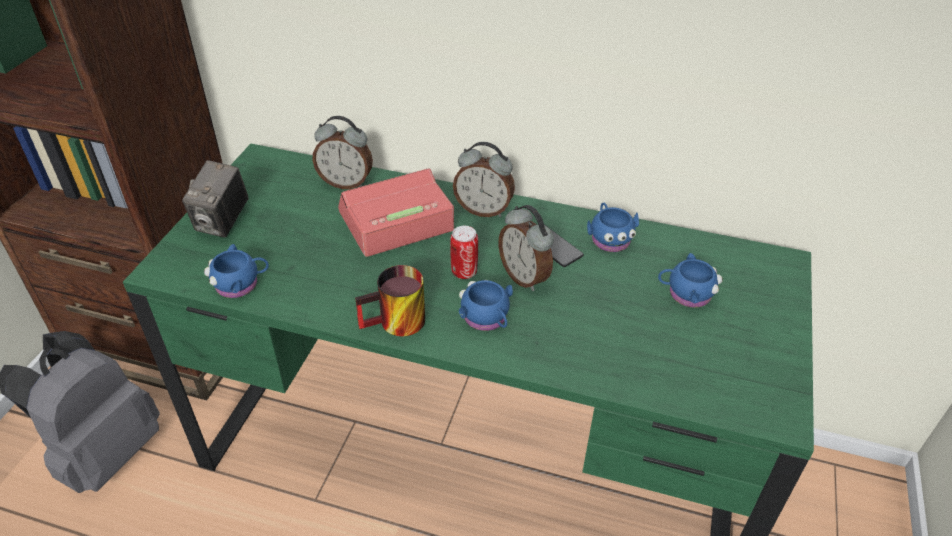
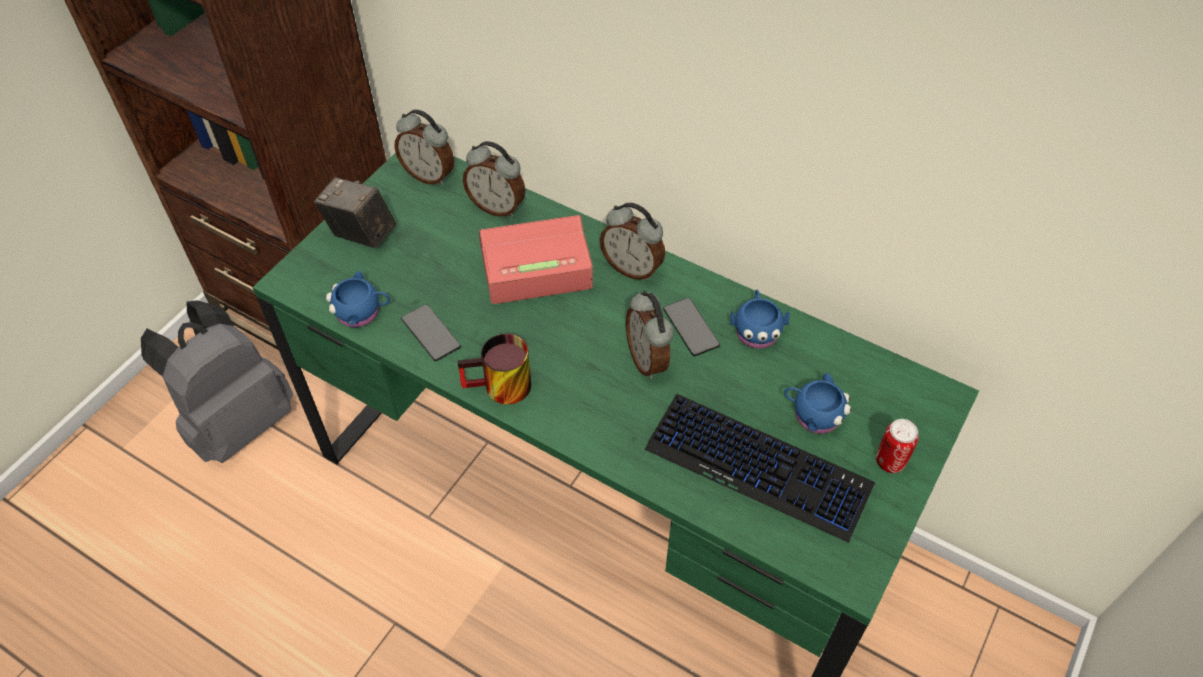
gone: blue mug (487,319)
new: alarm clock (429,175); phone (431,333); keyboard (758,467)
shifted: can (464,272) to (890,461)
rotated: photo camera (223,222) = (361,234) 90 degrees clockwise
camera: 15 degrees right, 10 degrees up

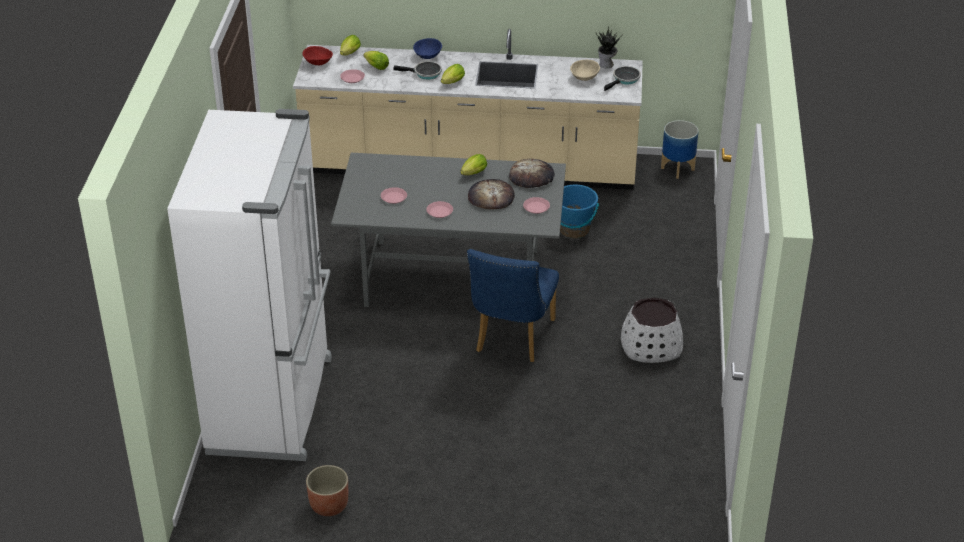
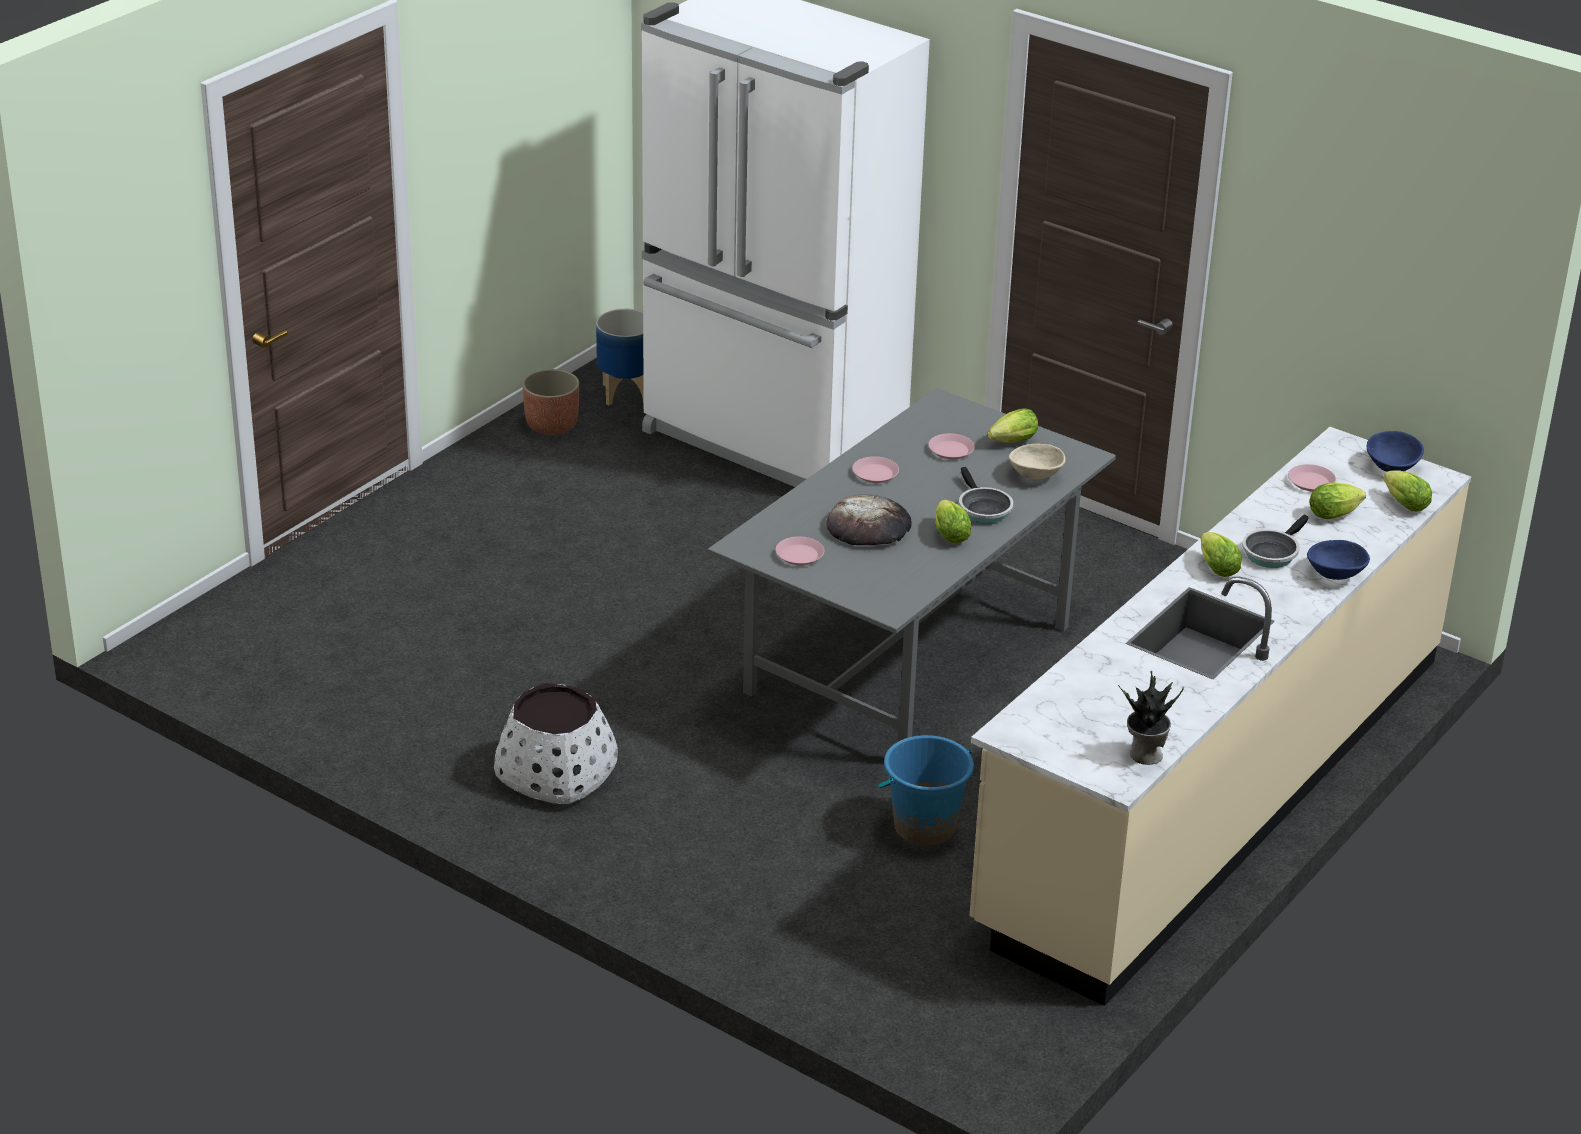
gone: blue chair (511,339); bread (532,176)
new: lettuce (1010,442)
shifted: planter (677,168) to (627,393); frying pan (625,79) to (982,509); beige bowl (584,78) to (1035,475)
repainted: red bowl (318,63) to blue bowl (1391,467)
camera: 120 degrees right, 5 degrees down

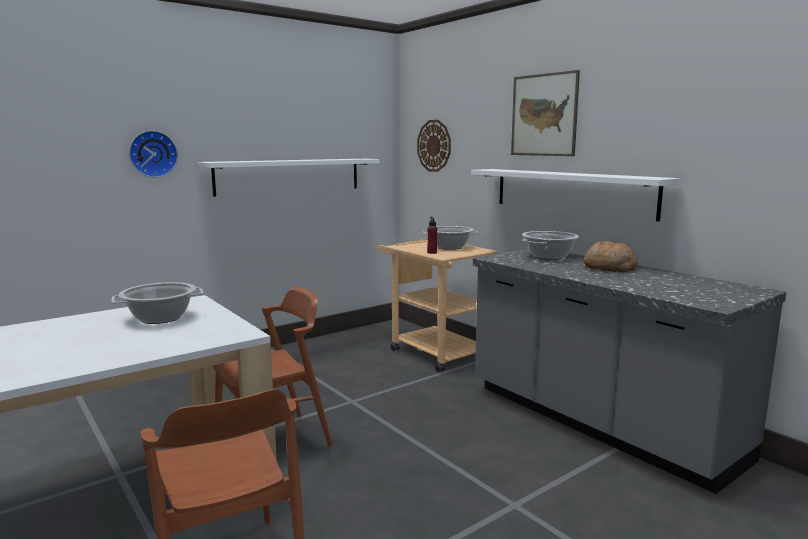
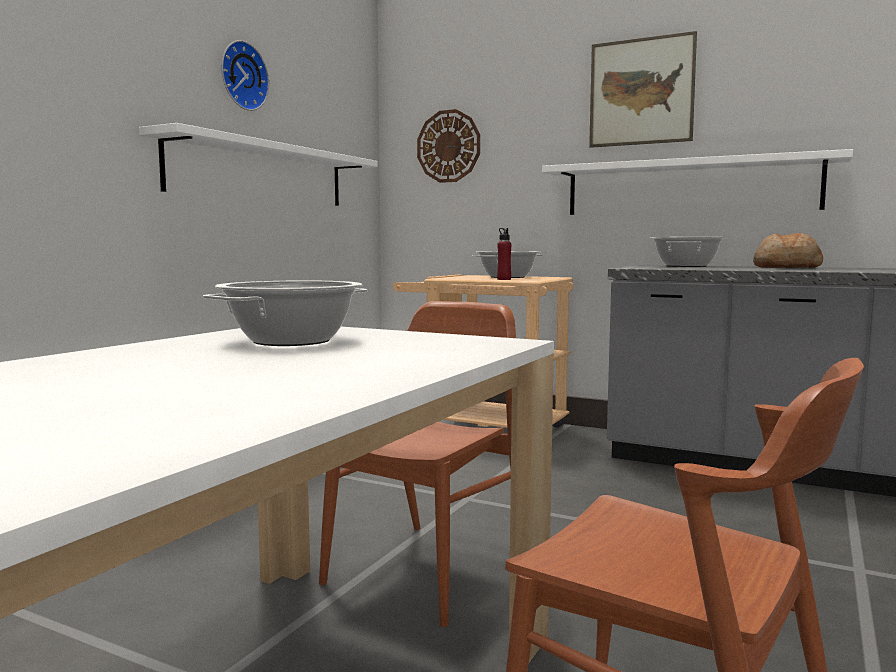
shifted: wall clock (152,154) to (241,76)
camera: 25 degrees left, 5 degrees down

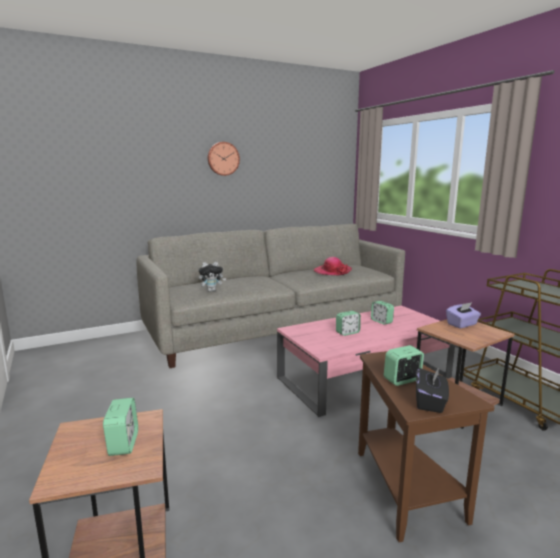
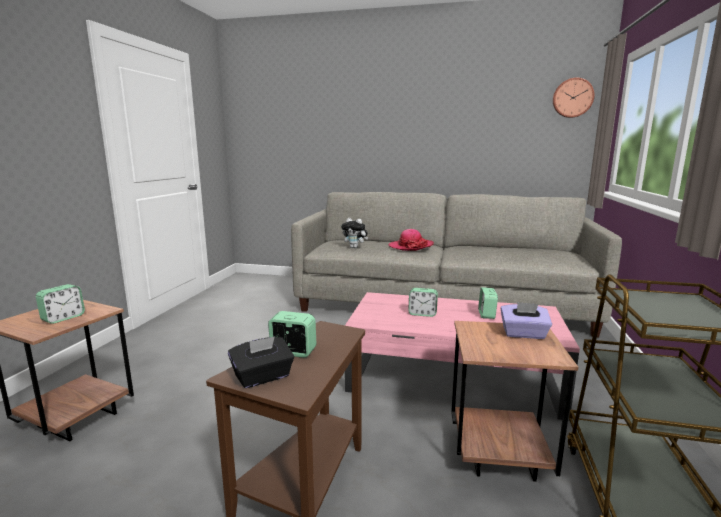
shifted: hat (332,271) to (410,246); wall clock (223,158) to (572,98)
camera: 40 degrees right, 0 degrees up

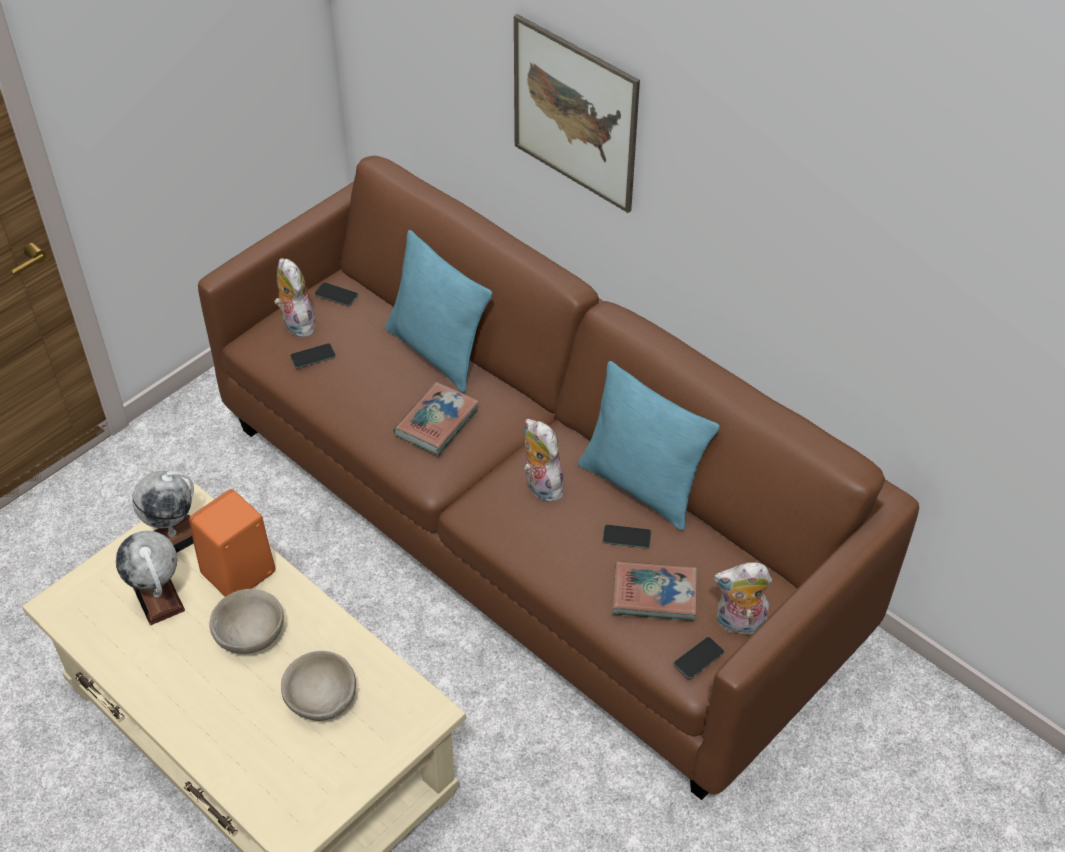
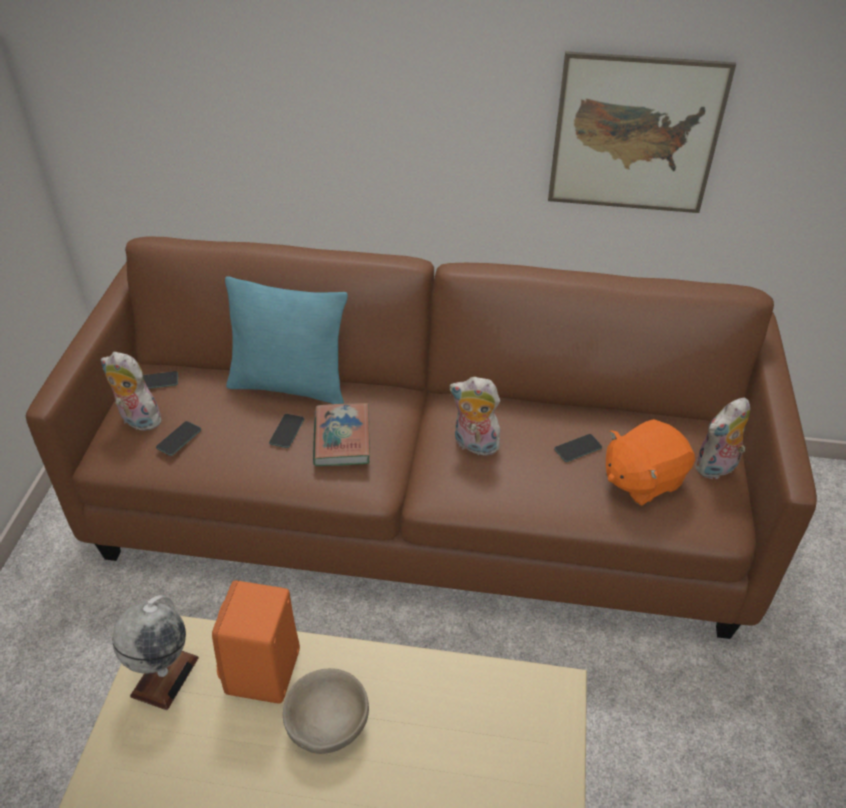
gone: globe (159,598); beige bowl (320,699); turquoise pillow (640,486)
shifted: phone (698,658) to (287,431); picture (575,113) to (635,135)
swapped: book (654,594) to orange plush toy (642,479)
camera: 35 degrees left, 5 degrees down

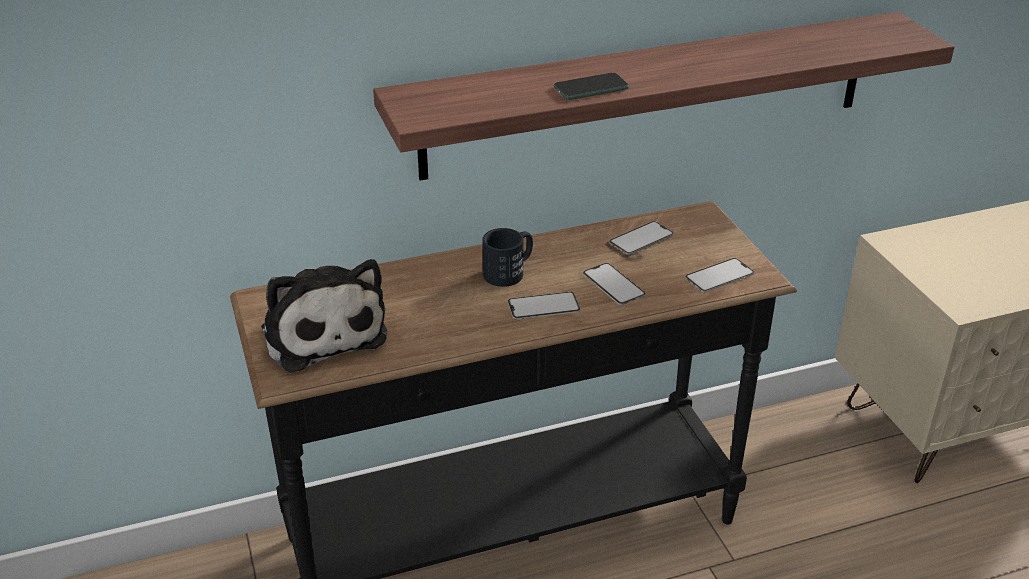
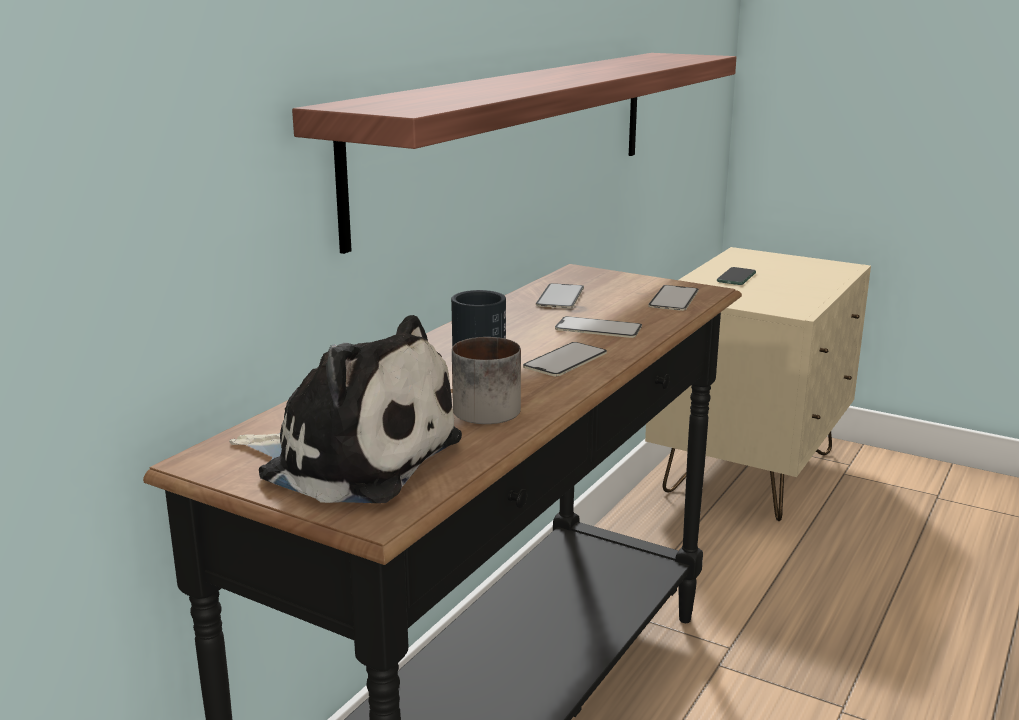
new: mug (486,407)
shifted: phone (591,88) to (736,277)
camera: 40 degrees left, 15 degrees down

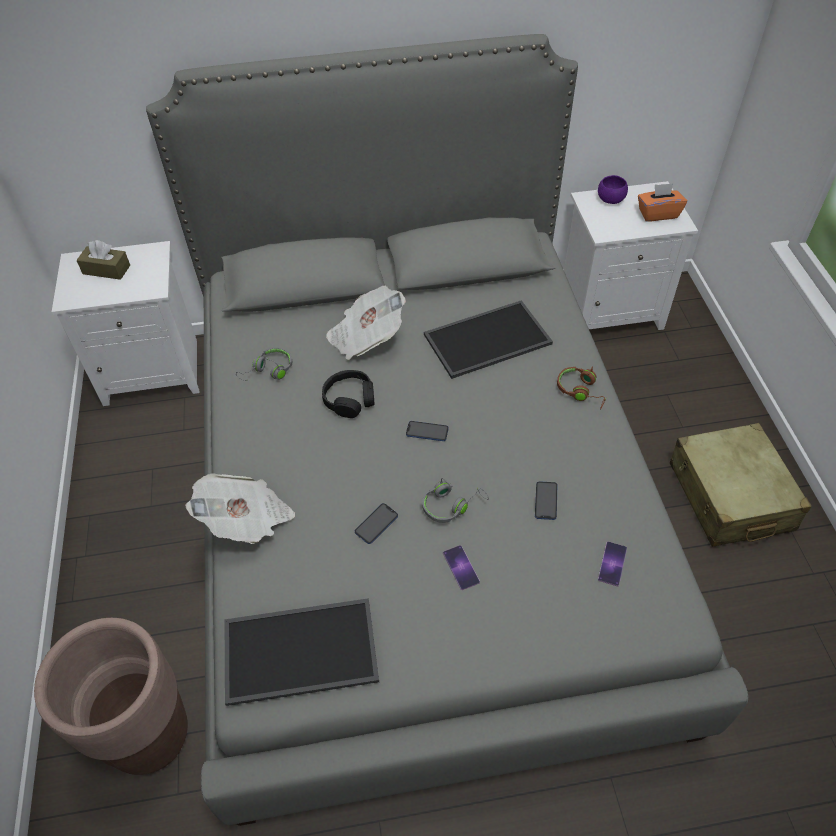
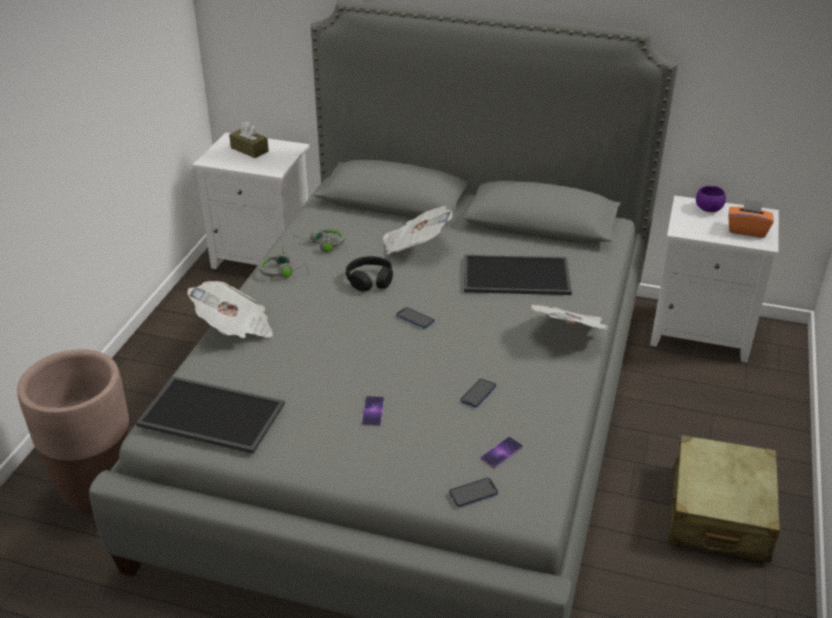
shifted: grey headphones (451,505) to (283,272); phone (376,524) to (473,493)
swapped: brown headphones (581,391) to newspaper (571,333)
camera: 25 degrees right, 15 degrees down

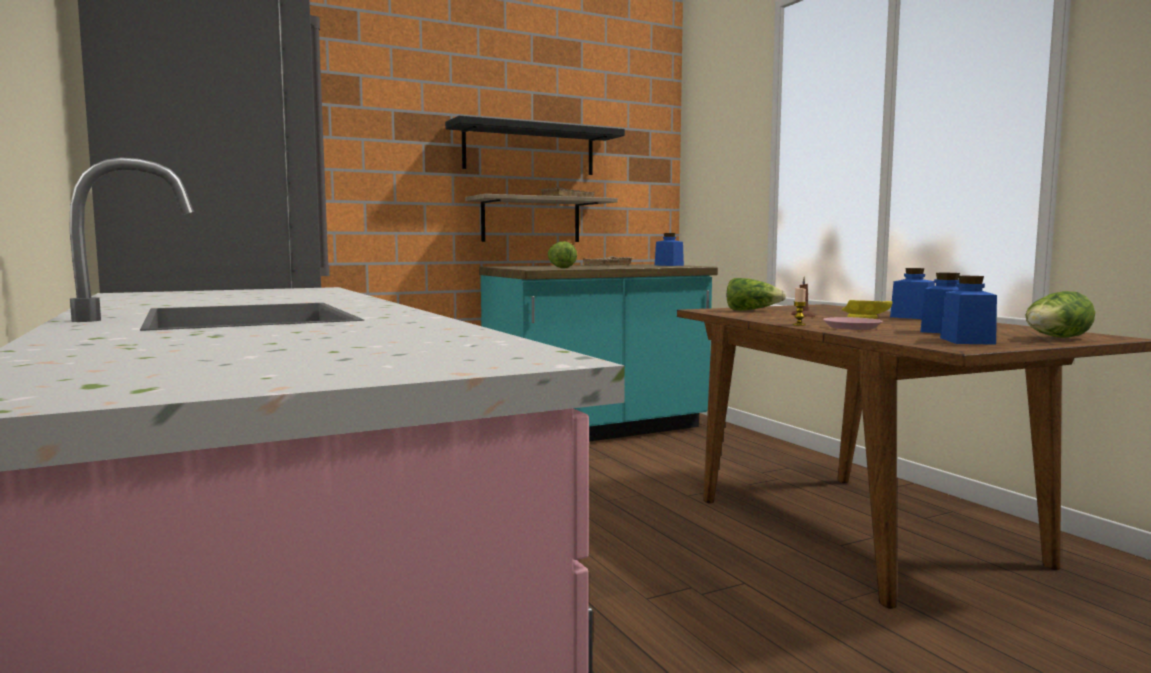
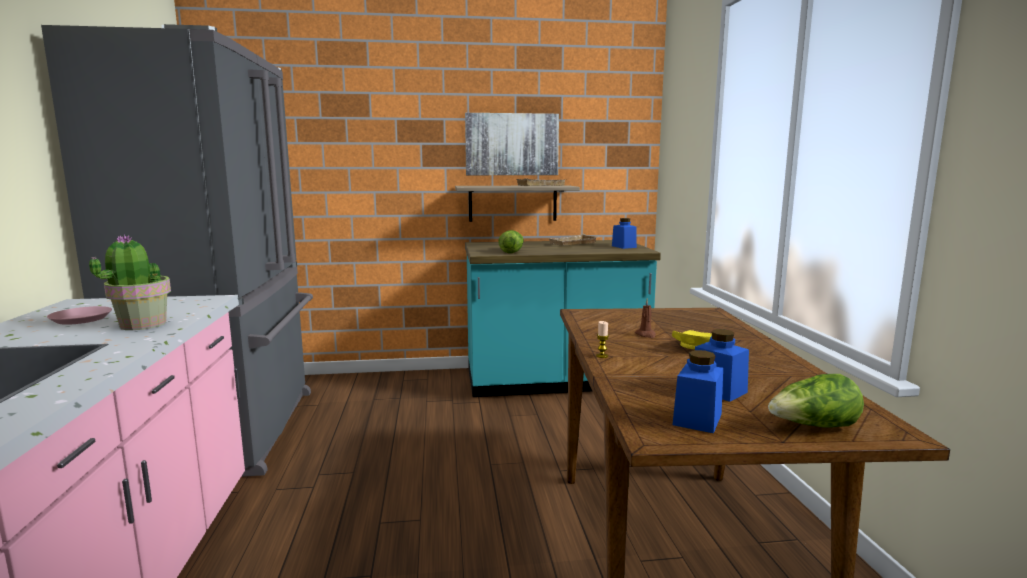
gone: lettuce (752,310); blue jar (912,317)
new: potted plant (142,325)
shifted: pink plate (852,327) to (81,319)
swapped: black shelf (529,150) to picture (511,144)
camera: 20 degrees right, 5 degrees up

